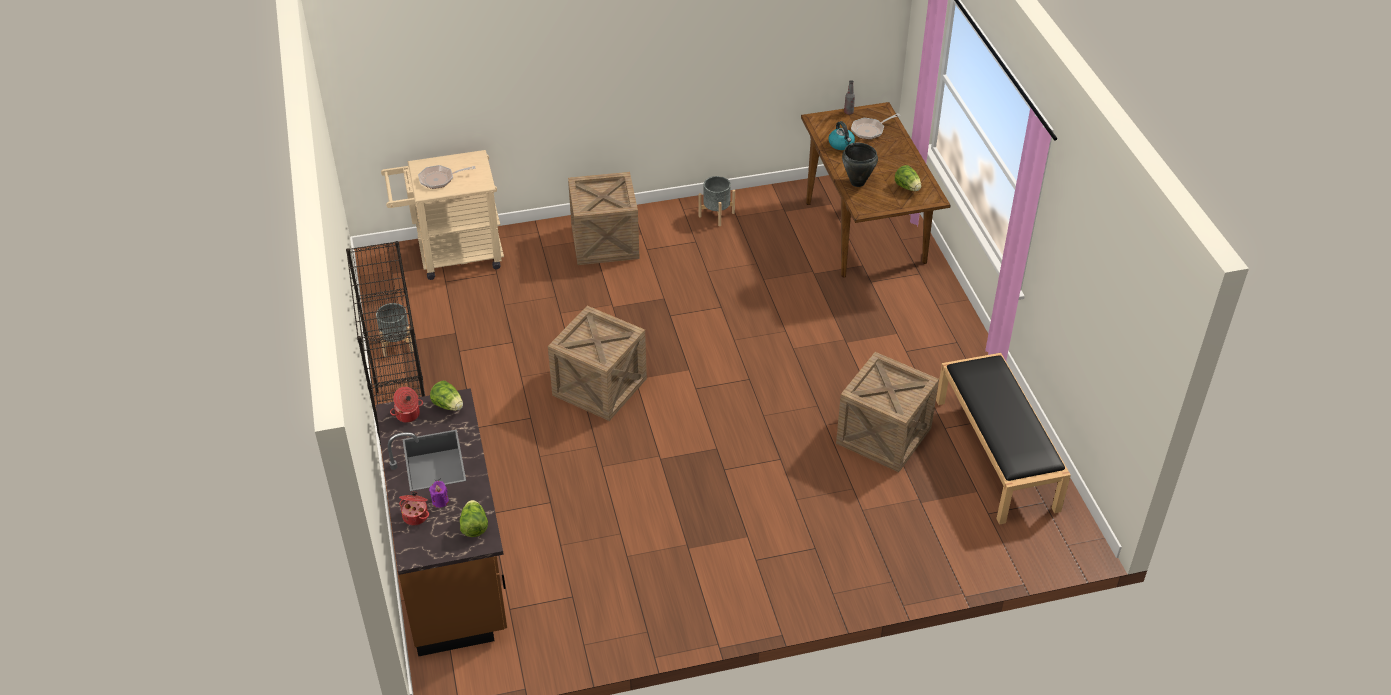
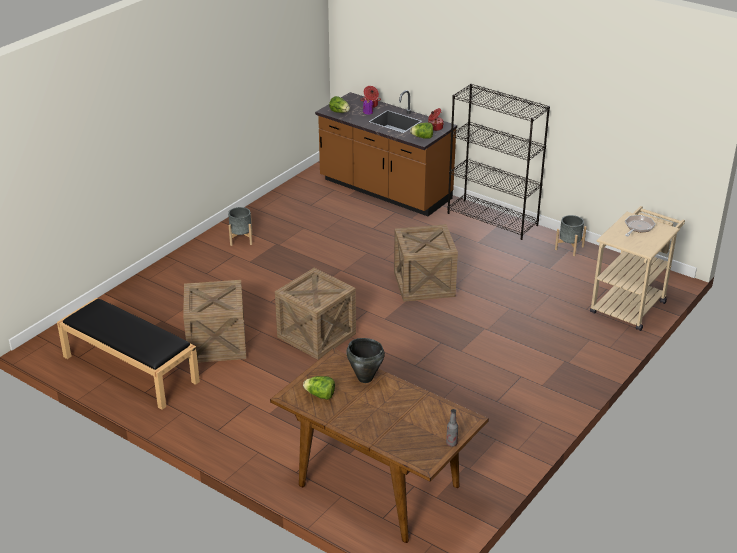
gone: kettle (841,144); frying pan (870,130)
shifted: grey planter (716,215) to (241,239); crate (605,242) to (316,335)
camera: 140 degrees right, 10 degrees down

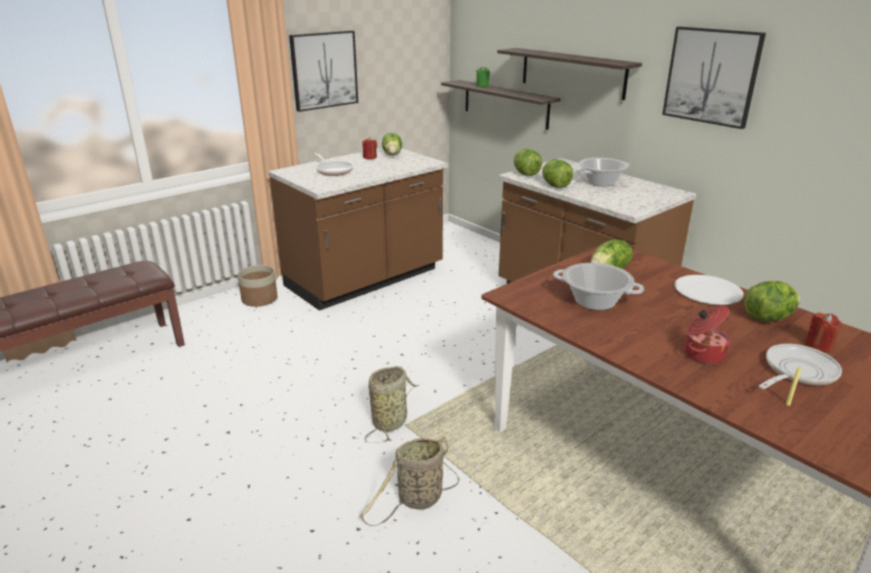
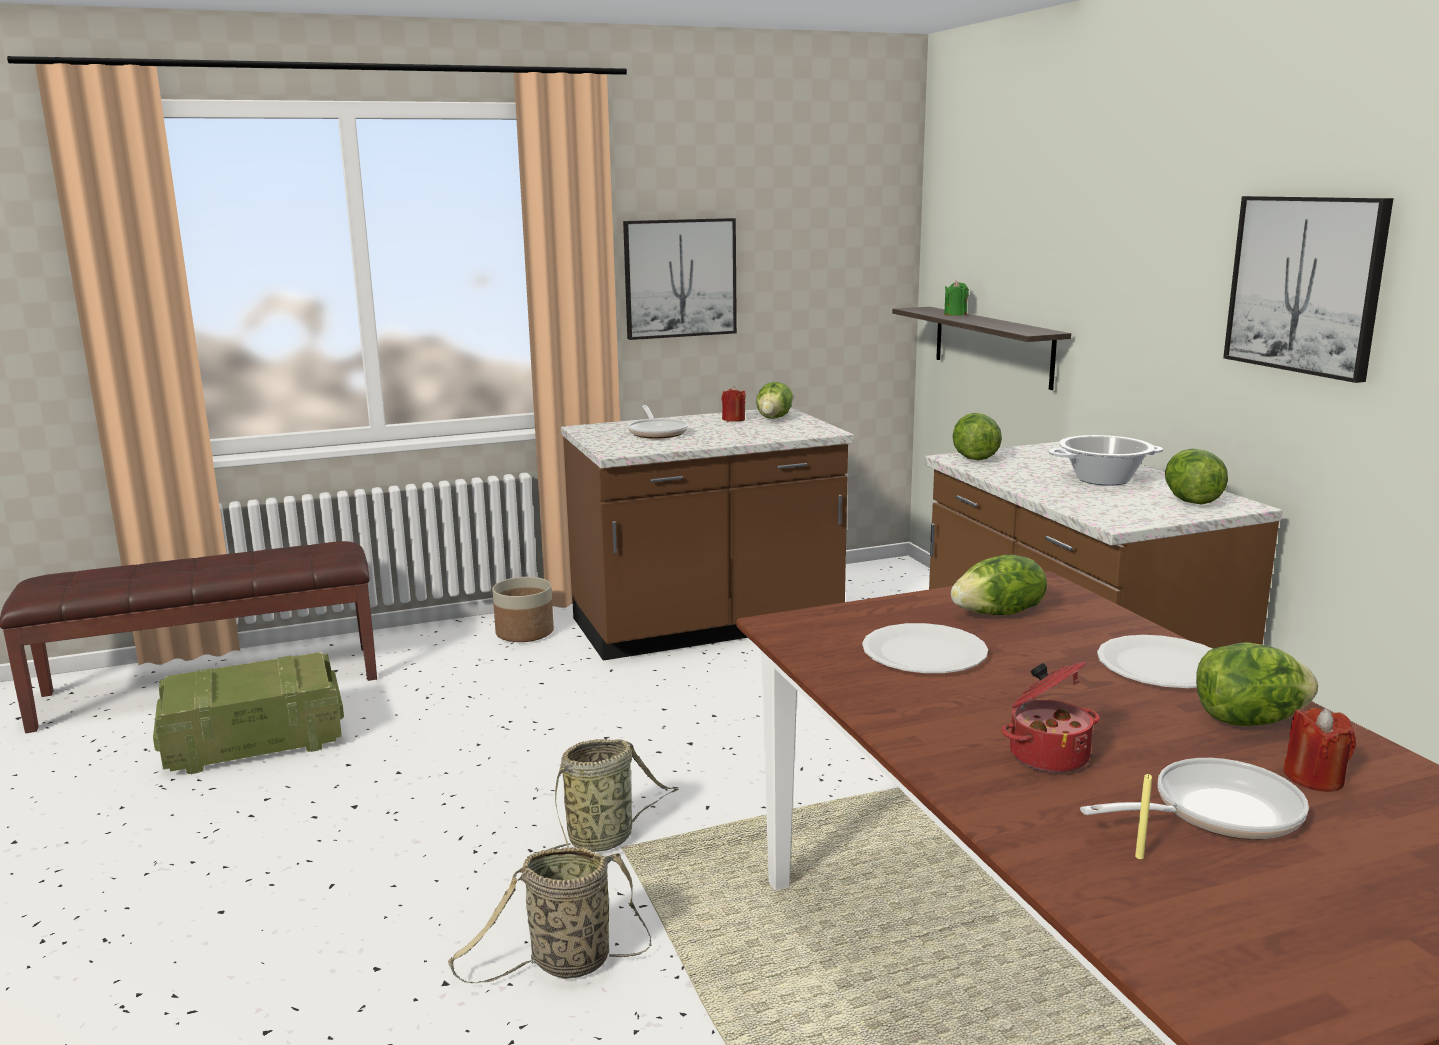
gone: shelf (572,73)
new: crate (257,740)
shifted: lettuce (555,186) to (1191,501)
swapped: cooking pot (595,301) to white plate (923,652)
camera: 20 degrees right, 10 degrees down

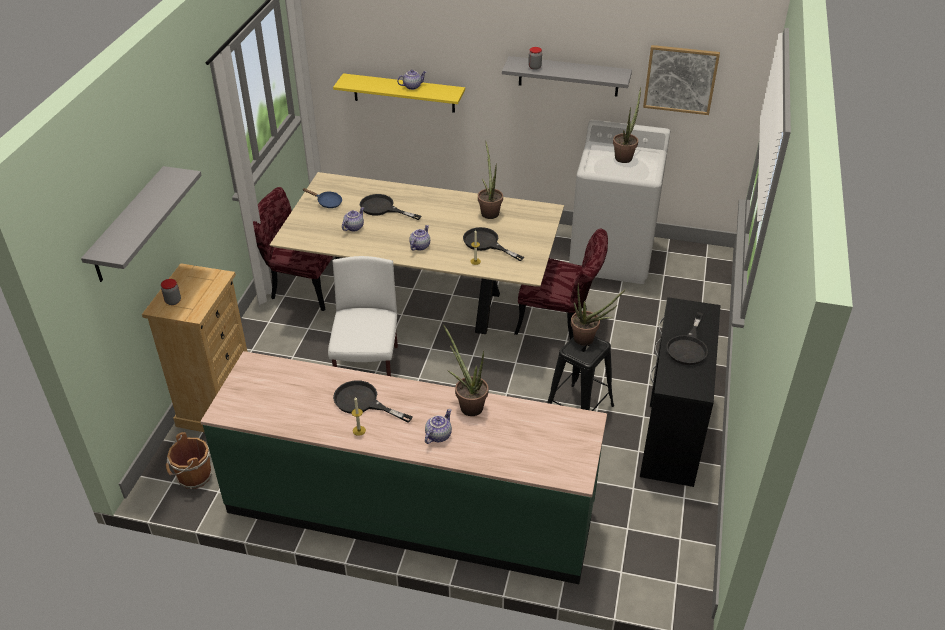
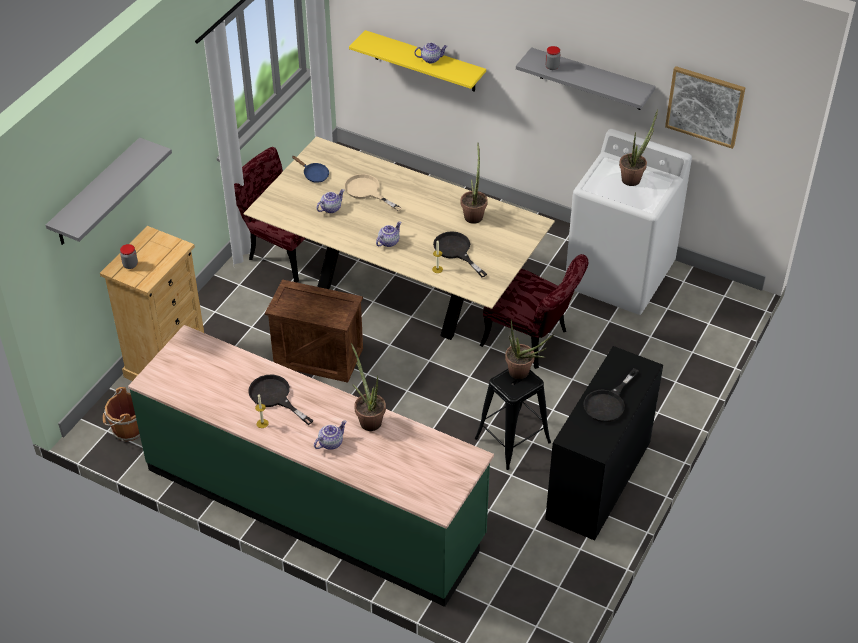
swapped: white chair (368,371) to crate (319,356)
repainted: black frying pan (382,208) to beige frying pan (367,191)
camera: 15 degrees right, 5 degrees up

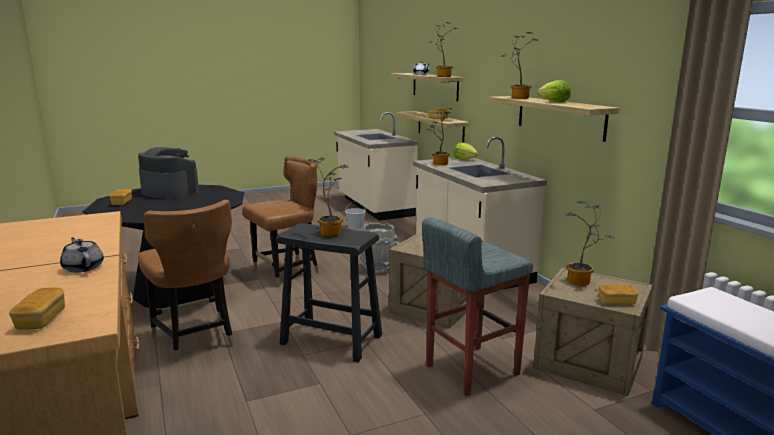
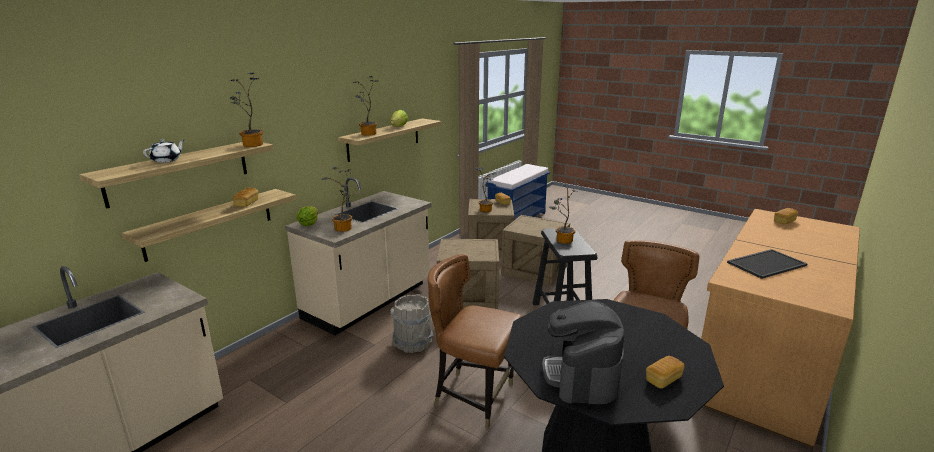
gone: grey teapot (83,267); white bucket (355,227)
new: tray (766,263)
swapped: grey stool (470,370) to crate (534,270)
camera: 120 degrees left, 5 degrees up

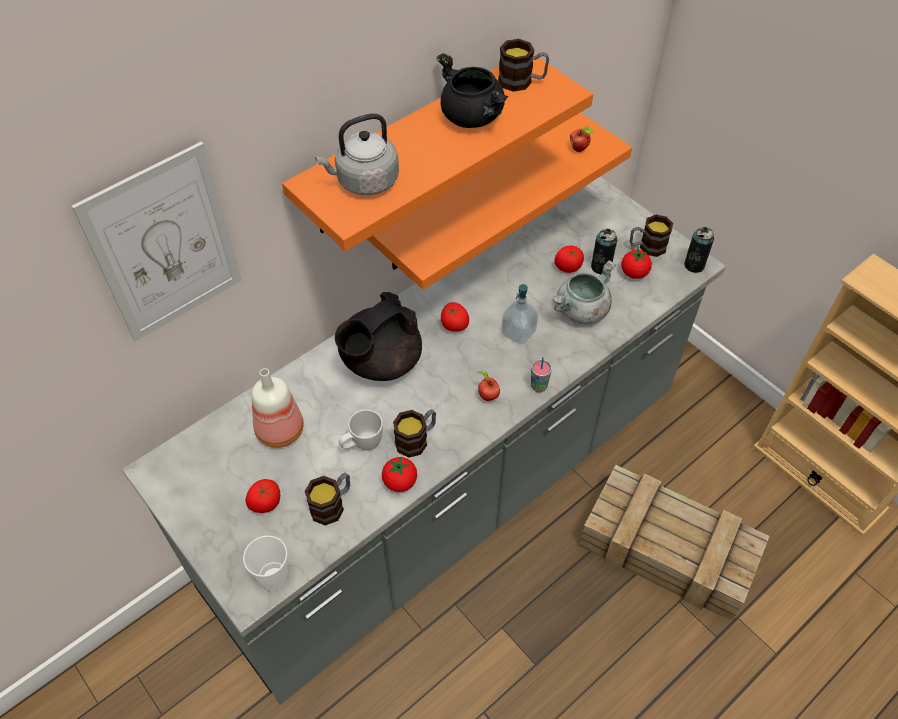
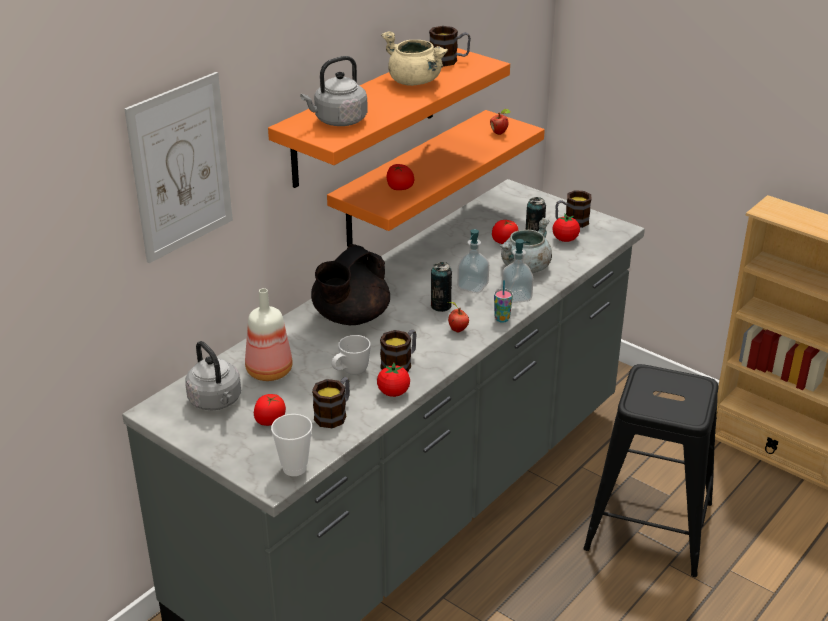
new: grey kettle (216,401); soap dispenser (516,296)
shifted: tomato (454,325) to (399,188); can (694,265) to (441,306)
swapped: crate (670,551) to black stool (648,526)
repainted: black cooking pot (472,117) to beige cooking pot (415,82)
camera: 10 degrees left, 20 degrees down

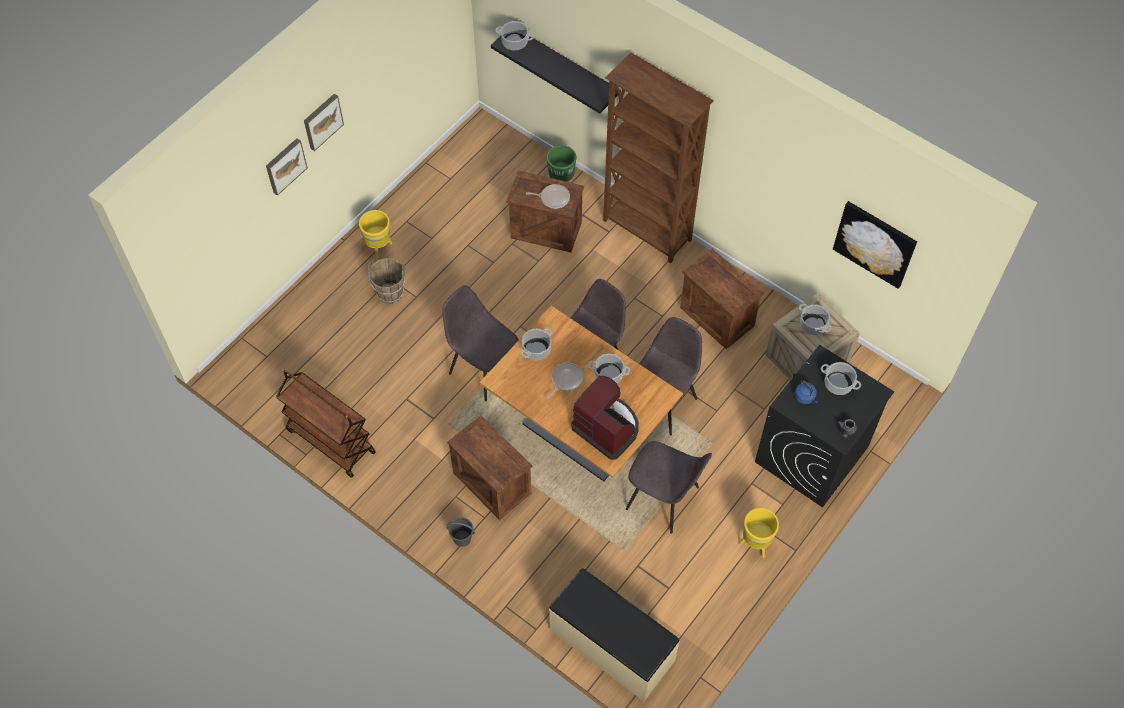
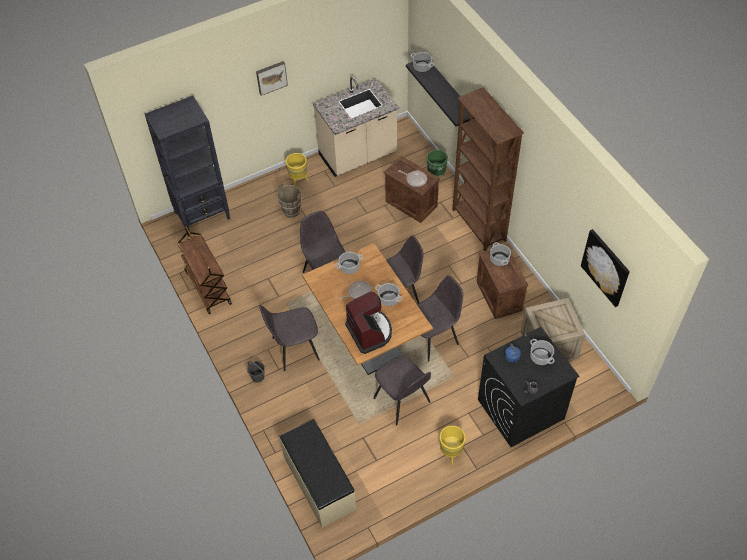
gone: picture (285,165)
new: black bookcase (203,215); beige counter (358,156)
shifted: cooking pot (813,325) to (499,259)
swapped: crate (491,483) to grey chair (294,349)
camera: 25 degrees right, 5 degrees down

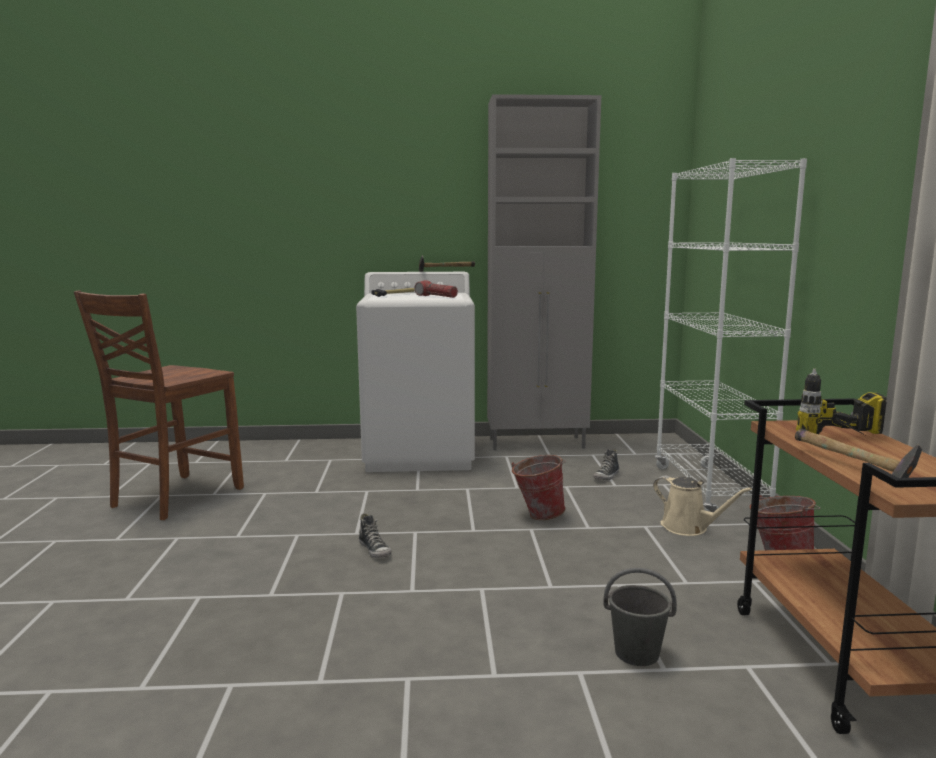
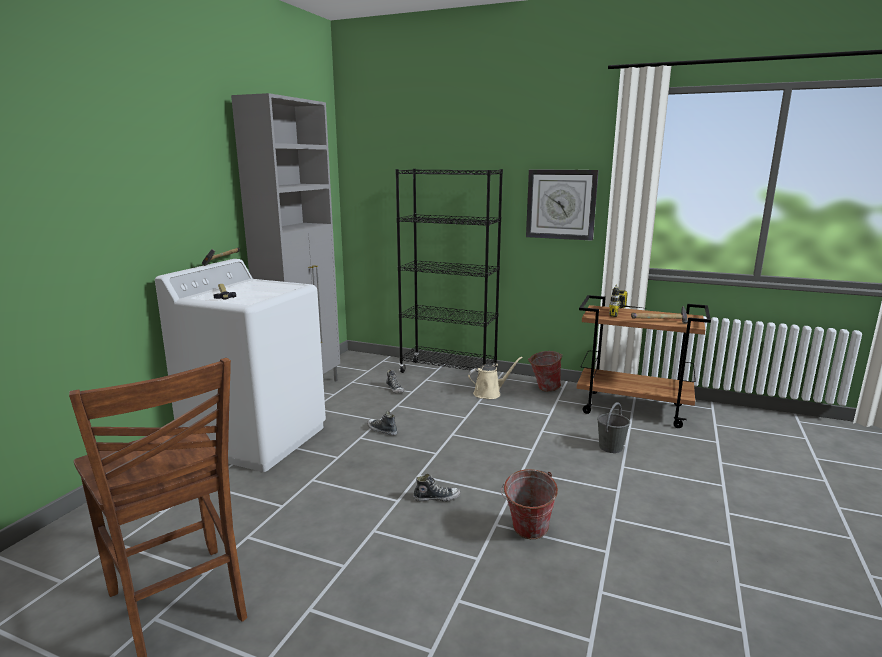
gone: flashlight (436,297)
new: shoe (382,430); wall clock (561,204)
shifted: bucket (537,515) to (526,533)
repainted: white bookcase (709,491) to black bookcase (448,373)
camera: 65 degrees left, 5 degrees up

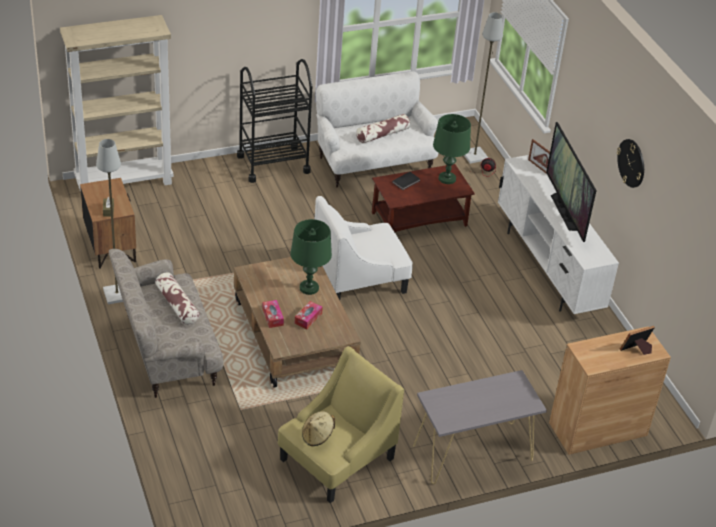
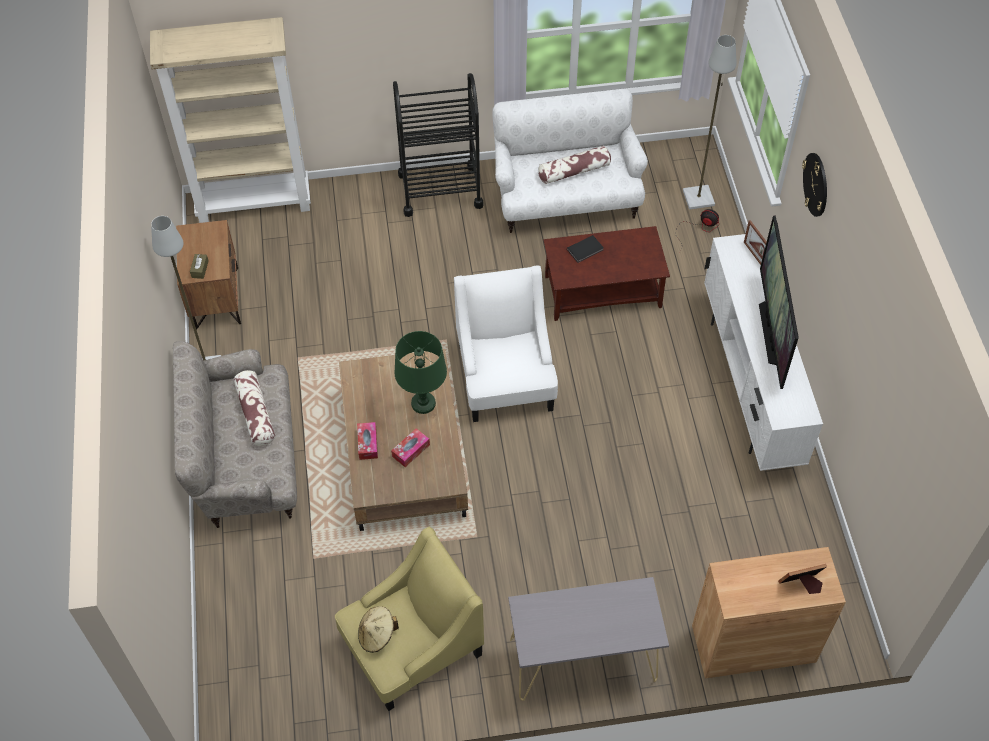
gone: green table lamp (447,178)
shifted: wall clock (631,163) to (816,184)
rotated: white armchair (360,279) = (505,377) 90 degrees clockwise
camera: 15 degrees right, 15 degrees up

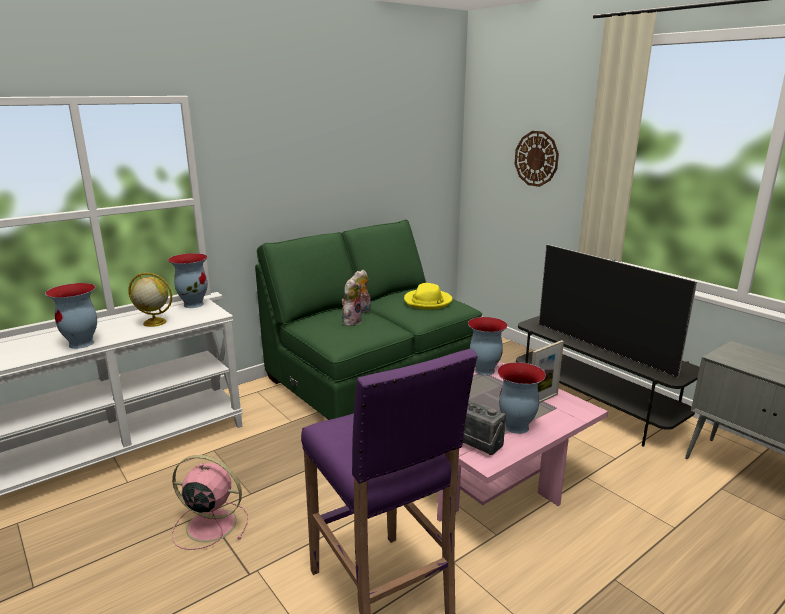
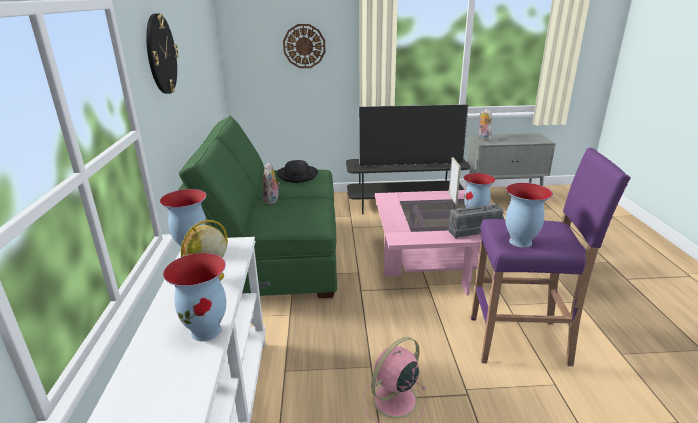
new: wall clock (161,54)
shifted: plush toy (351,321) to (483,139); vase (484,370) to (519,242)
repainted: yellow hat (428,302) to black hat (298,175)
camera: 55 degrees left, 5 degrees up

